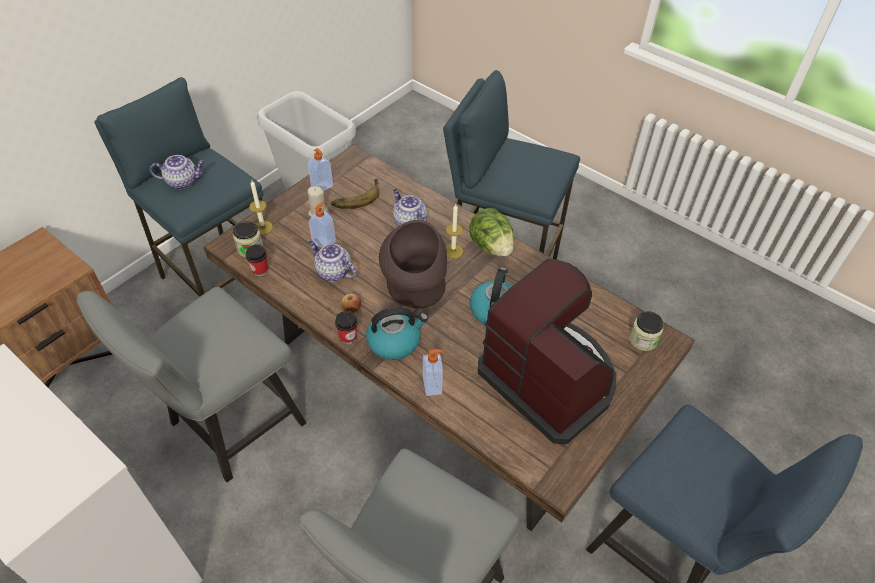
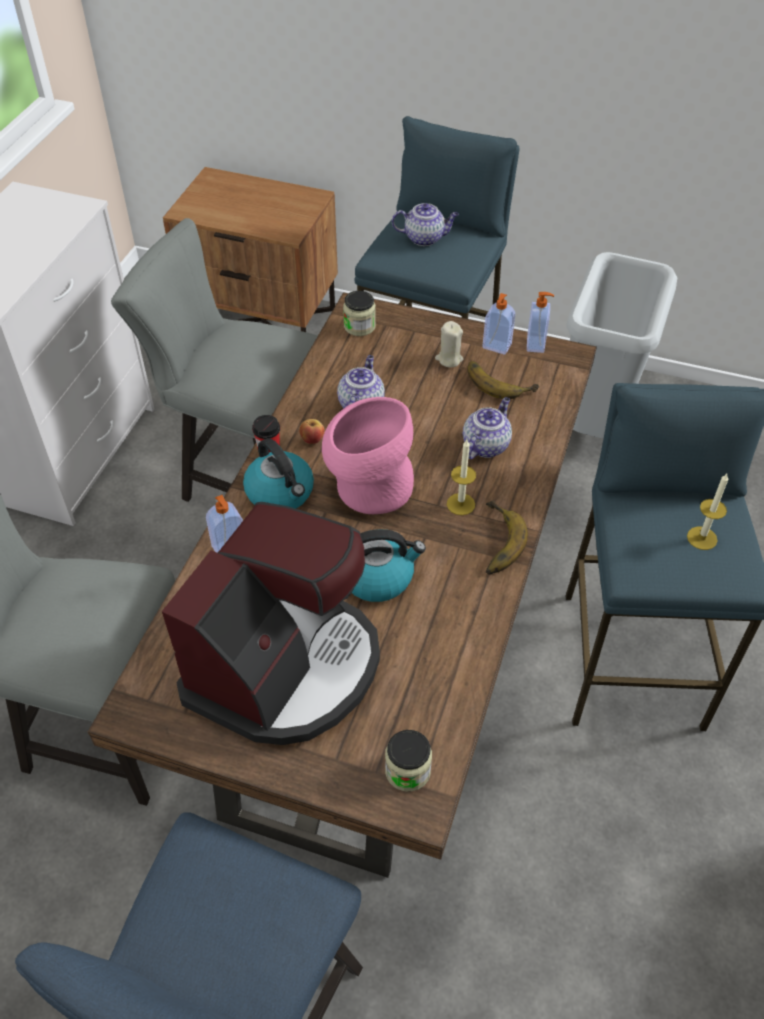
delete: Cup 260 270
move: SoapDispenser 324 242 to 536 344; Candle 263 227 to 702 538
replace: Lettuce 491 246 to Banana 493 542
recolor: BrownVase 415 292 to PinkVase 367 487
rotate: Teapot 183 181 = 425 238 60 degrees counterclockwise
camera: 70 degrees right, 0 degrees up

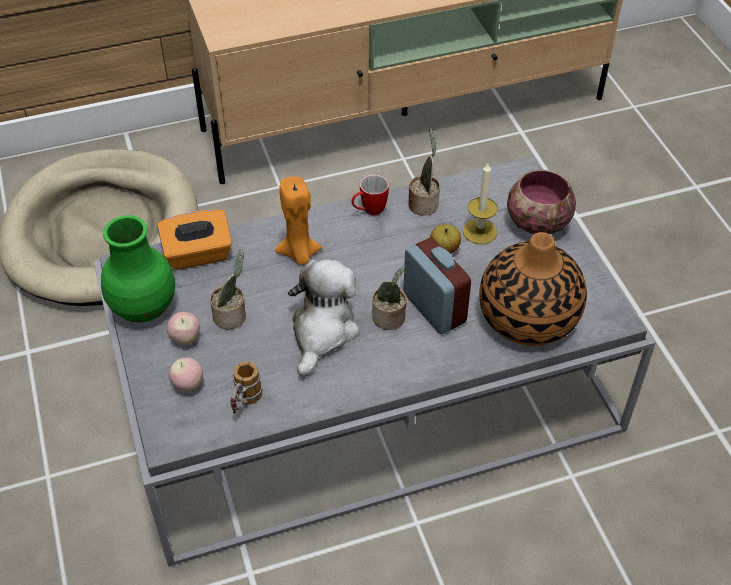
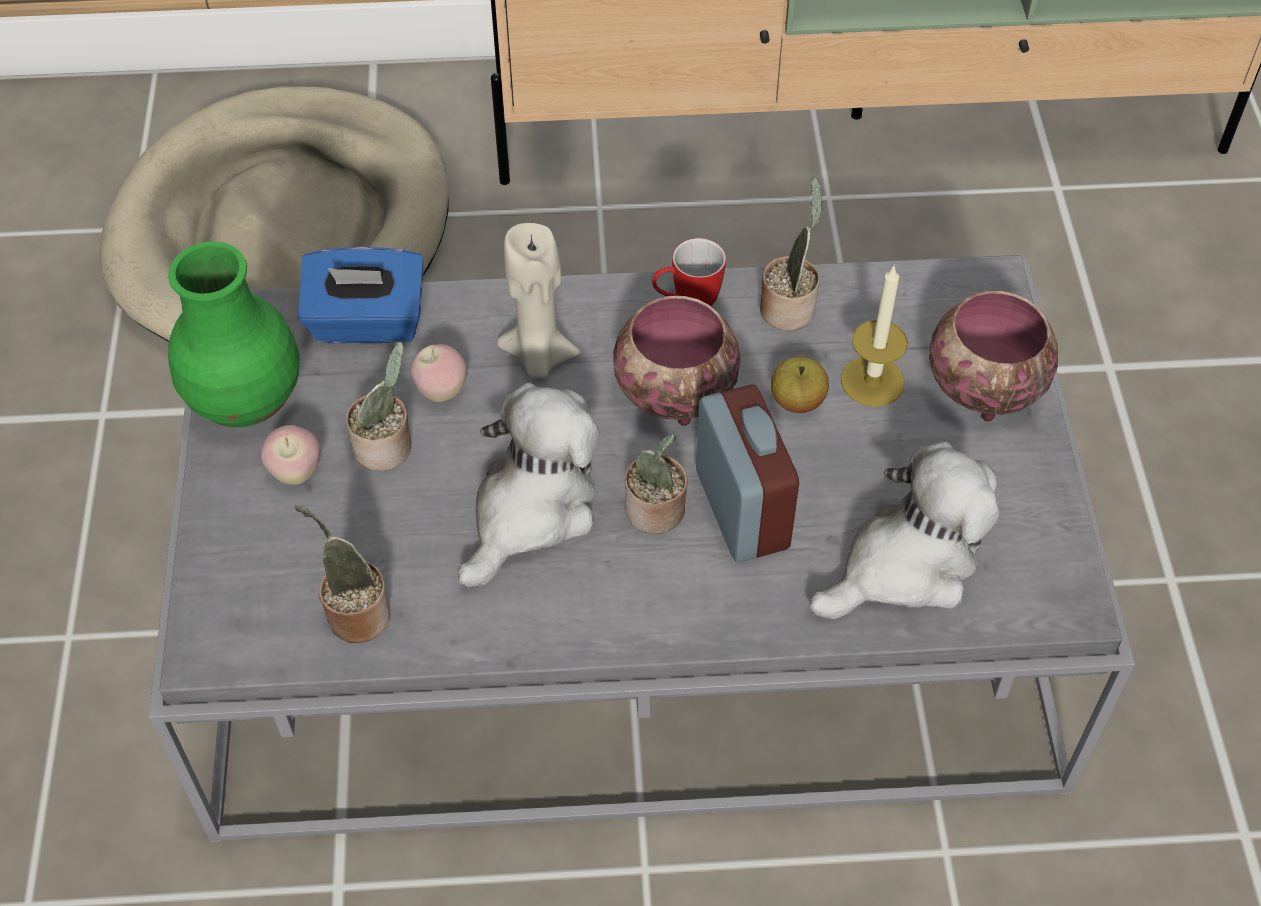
insert: Bowl 672 394
move: Apple 188 385 to 441 391
replace: Mug 244 404 to PottedPlant 354 614; Vase 528 317 to PlushToy 905 564
recolor: OrangeTissueBox 198 255 to BlueTissueBox 367 323; OrangeCandle 299 254 to BeigeCandle 538 357
camera: 15 degrees right, 5 degrees up

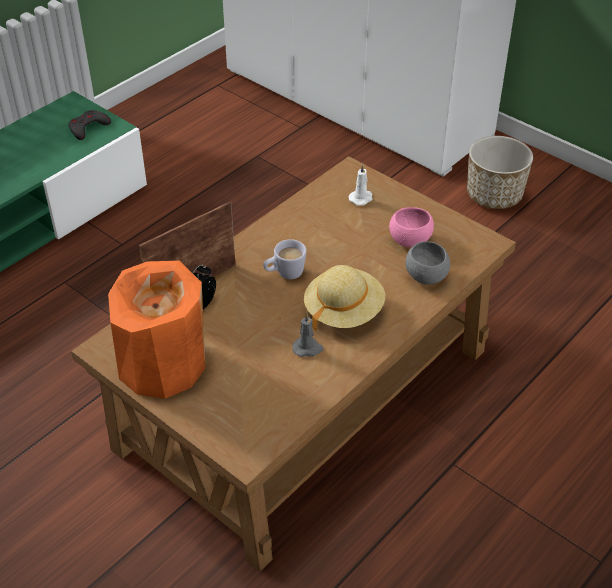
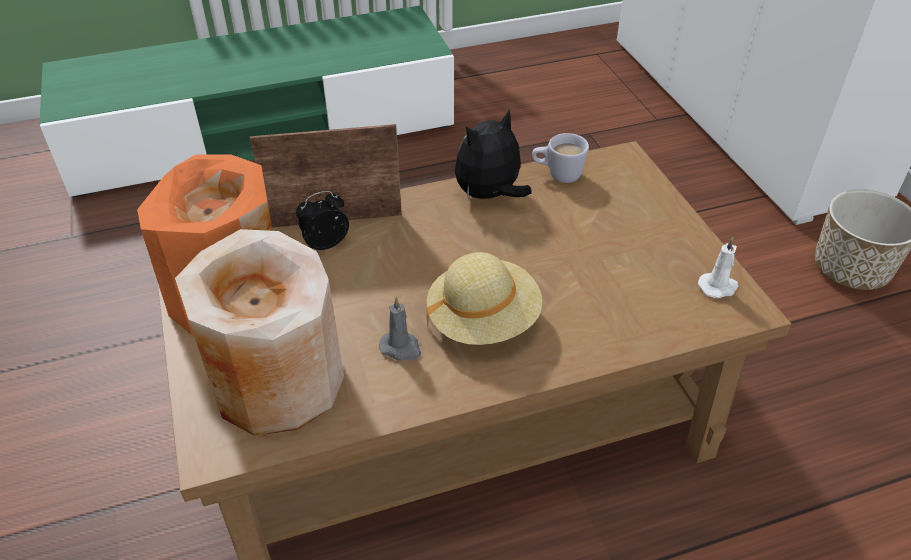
delete: GreyGameController 88 128; PinkBowl 410 241; GreyBowl 426 277
insert: BeigeVase 276 381; PlushToy 489 195
move: WhiteMug 284 274 to 557 175; WhiteCandle 361 198 to 718 287
camera: 30 degrees right, 0 degrees up

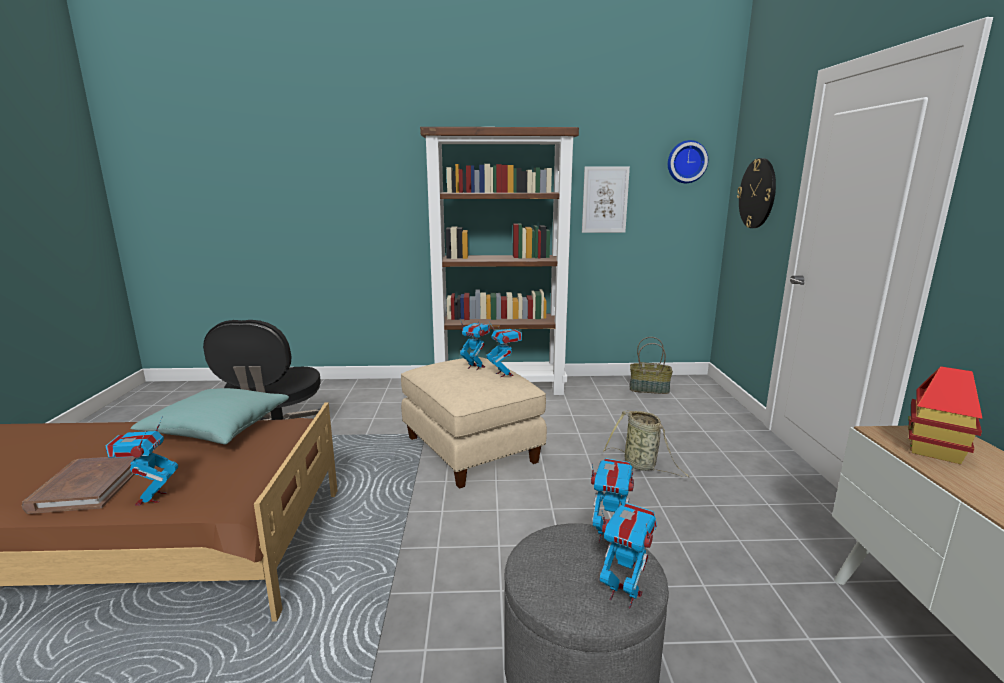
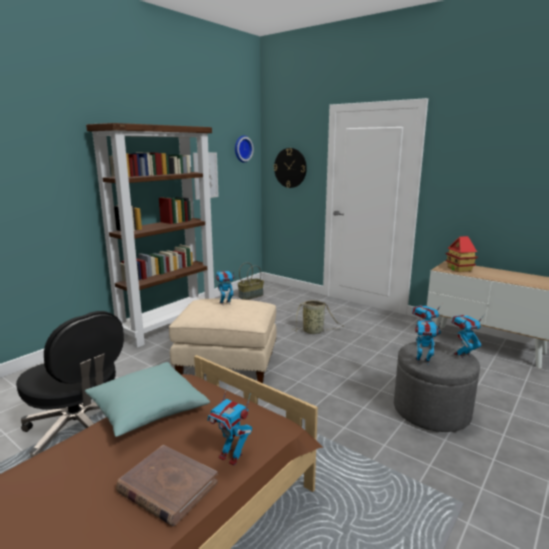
move: ToyRobot 504 374 to 422 361
camera: 50 degrees left, 0 degrees up

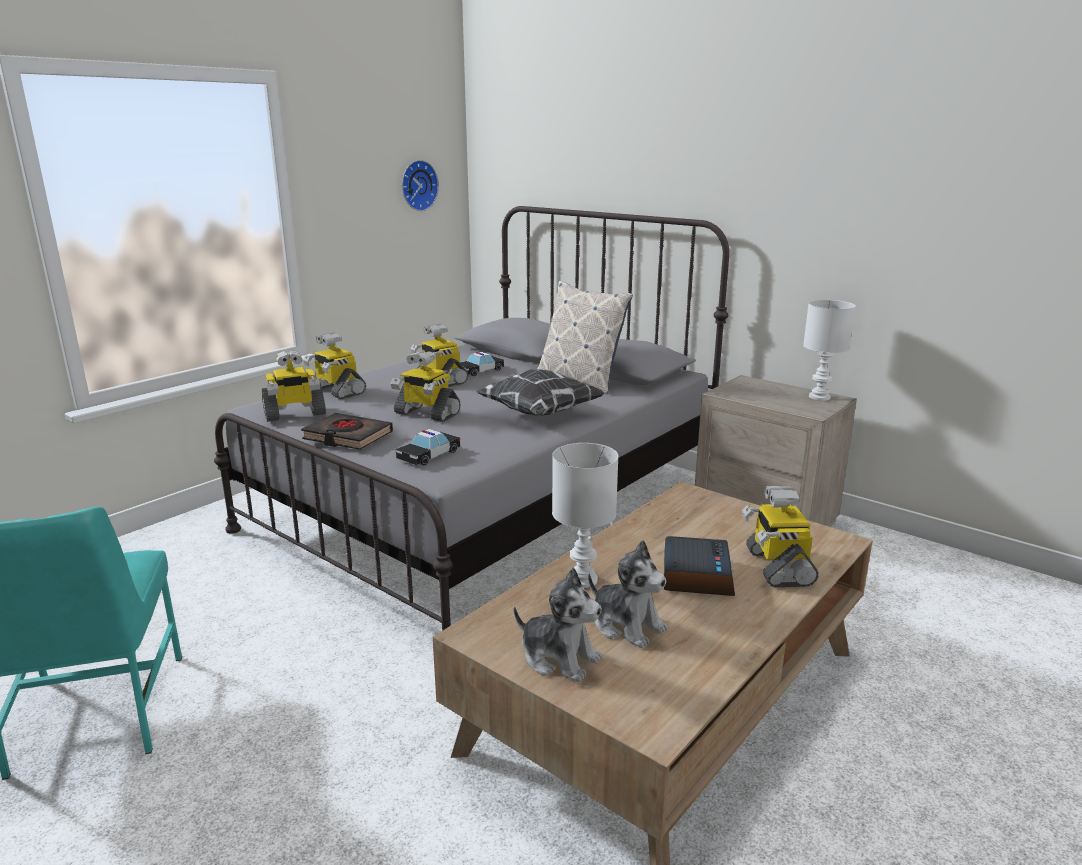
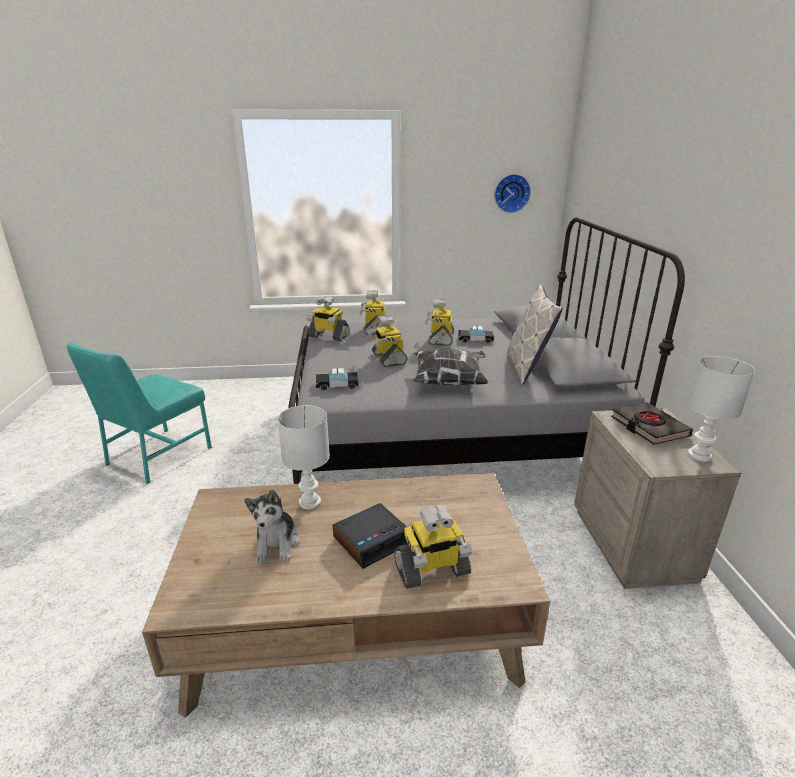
delete: PlushToy 559 658
move: BlackBook 347 437 to 648 427
rotate: ToyRobot 777 566 = 431 570 150 degrees counterclockwise
camera: 45 degrees right, 5 degrees up

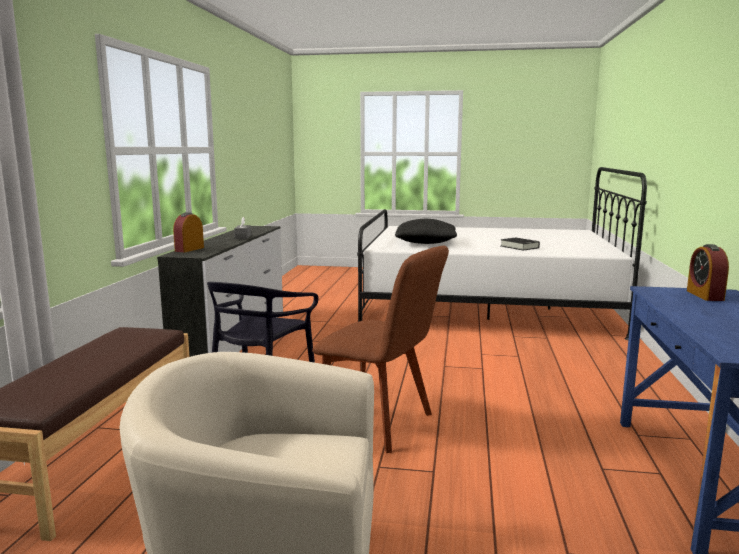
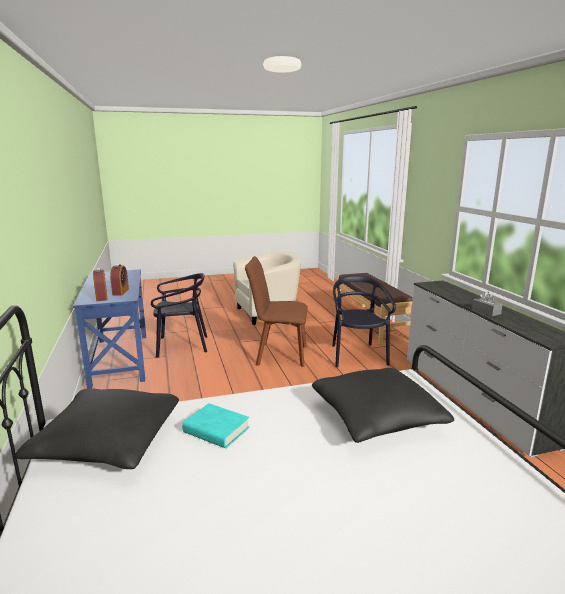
insert: BlackPillow 108 443; BlackChair 182 346
move: AlarmClock 189 249 to 120 292
recolor: BlackBook 519 247 to TurquoiseBook 216 430
camera: 155 degrees right, 5 degrees up

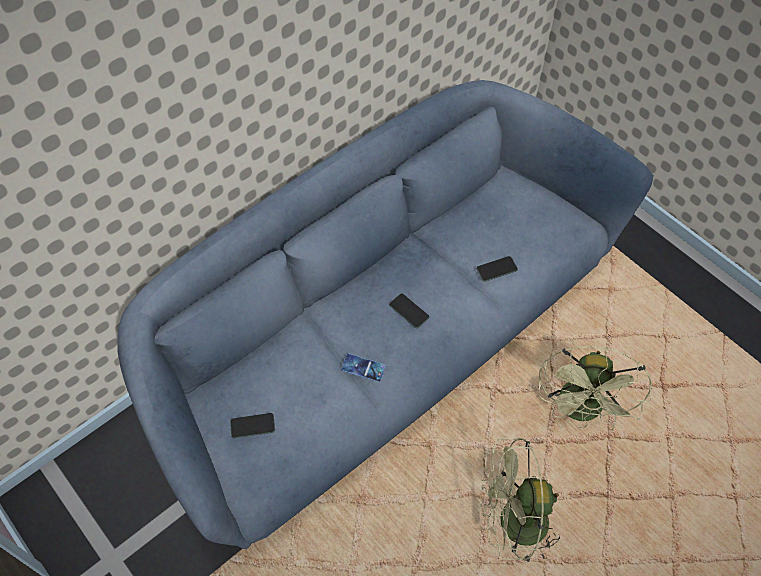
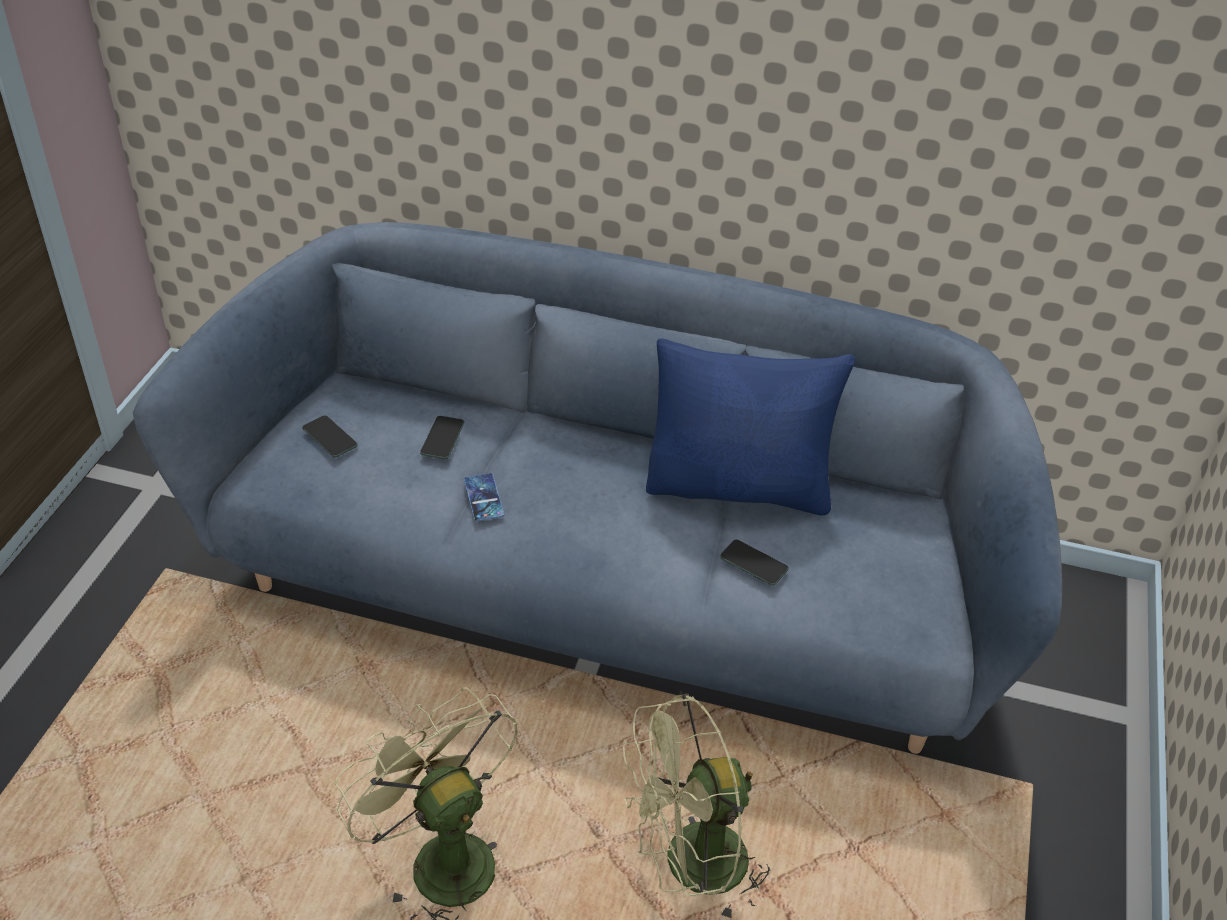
insert: BluePillow 739 486
move: Phone 409 311 to 442 438
camera: 55 degrees right, 15 degrees down

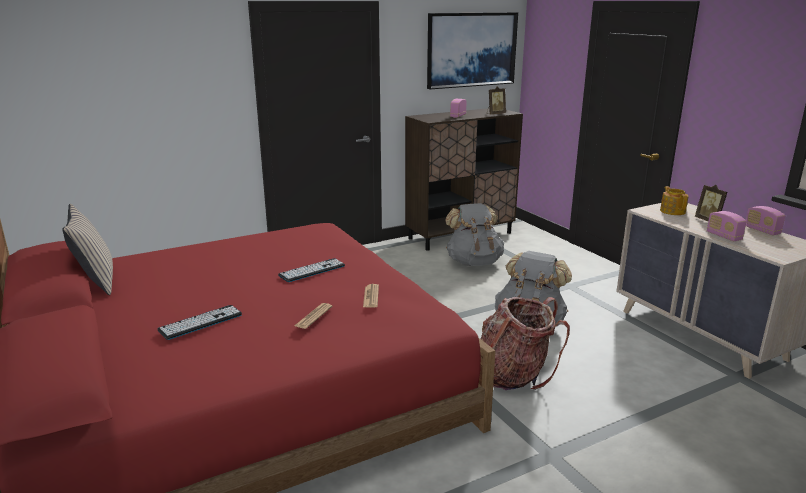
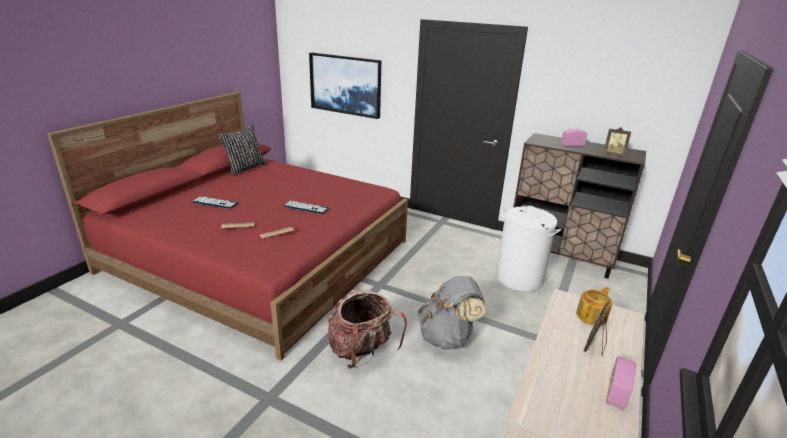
delete: Radio 723 236
move: Picture 471 49 to 345 85
replace: GreyBackpack 473 262 to WhiteLaundryBasket 519 278
recolor: BeigePillow 96 282 to BlackPillow 245 168
camera: 55 degrees right, 5 degrees up

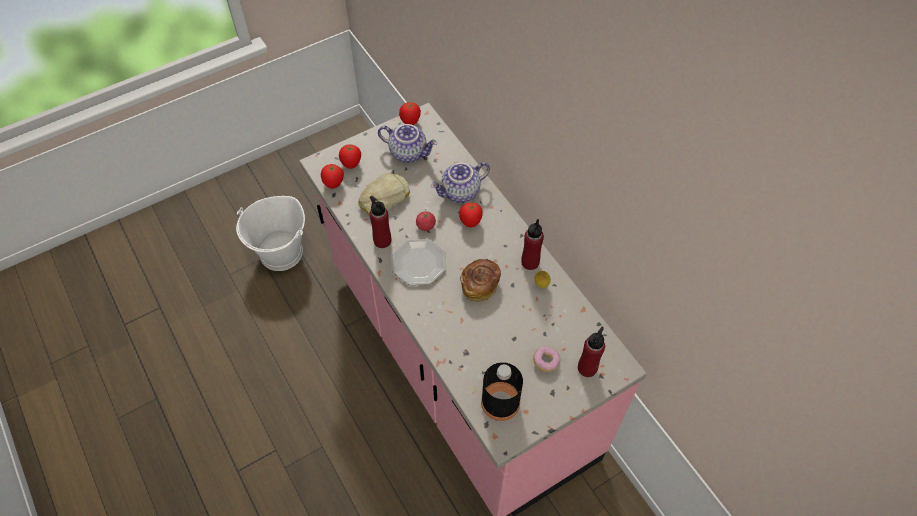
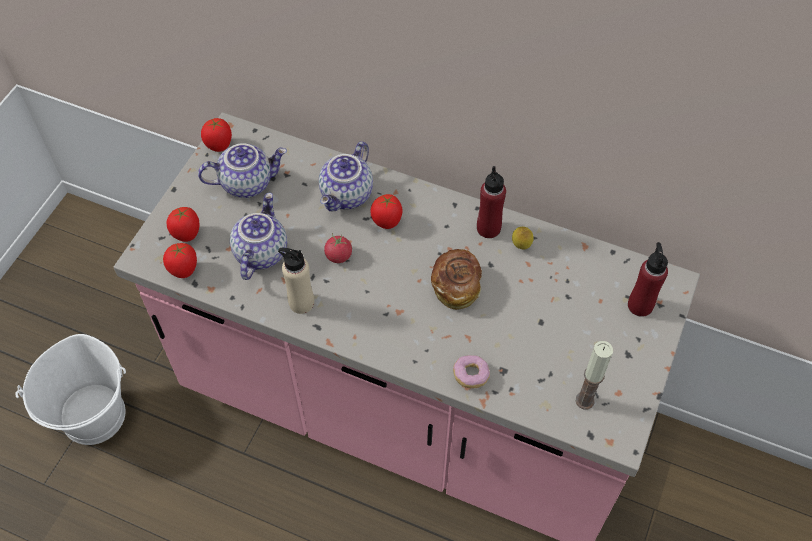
delete: Plate 418 263
move: Donut 546 362 to 471 375
replace: Bread 383 198 to Teapot 260 252; BlackBottle 500 402 to Candle 584 400
recolor: RedBottle 382 240 to BeigeBottle 301 302
camera: 35 degrees left, 0 degrees up

